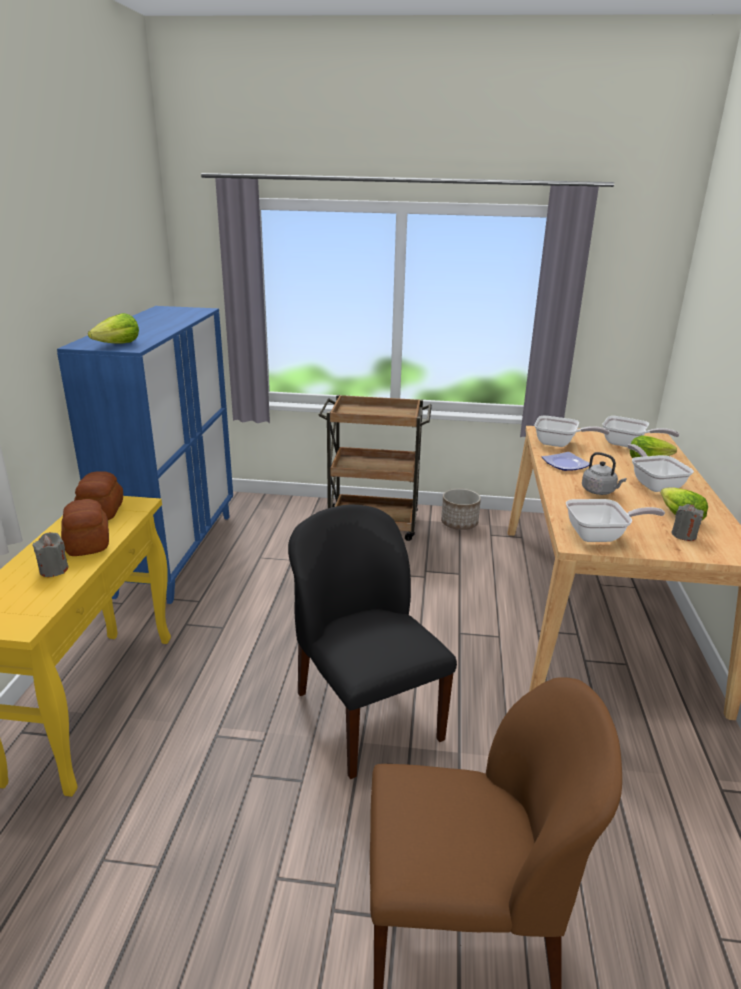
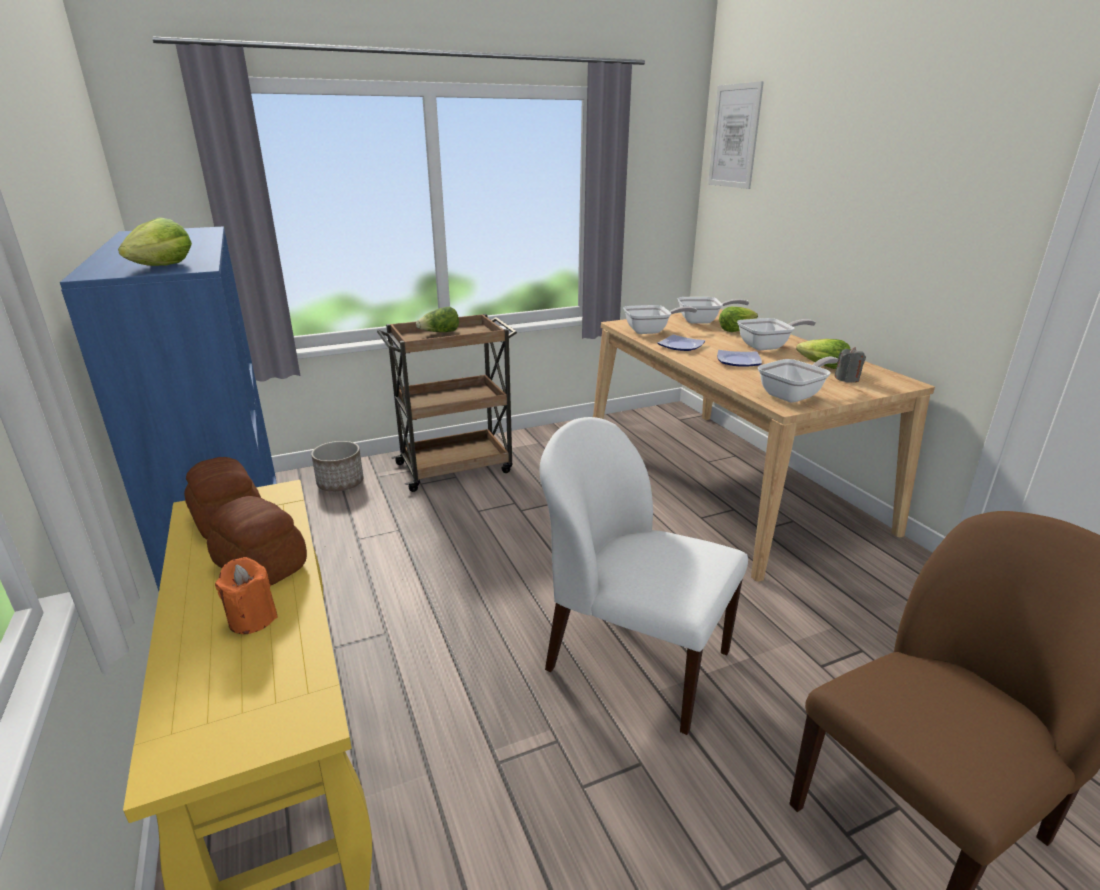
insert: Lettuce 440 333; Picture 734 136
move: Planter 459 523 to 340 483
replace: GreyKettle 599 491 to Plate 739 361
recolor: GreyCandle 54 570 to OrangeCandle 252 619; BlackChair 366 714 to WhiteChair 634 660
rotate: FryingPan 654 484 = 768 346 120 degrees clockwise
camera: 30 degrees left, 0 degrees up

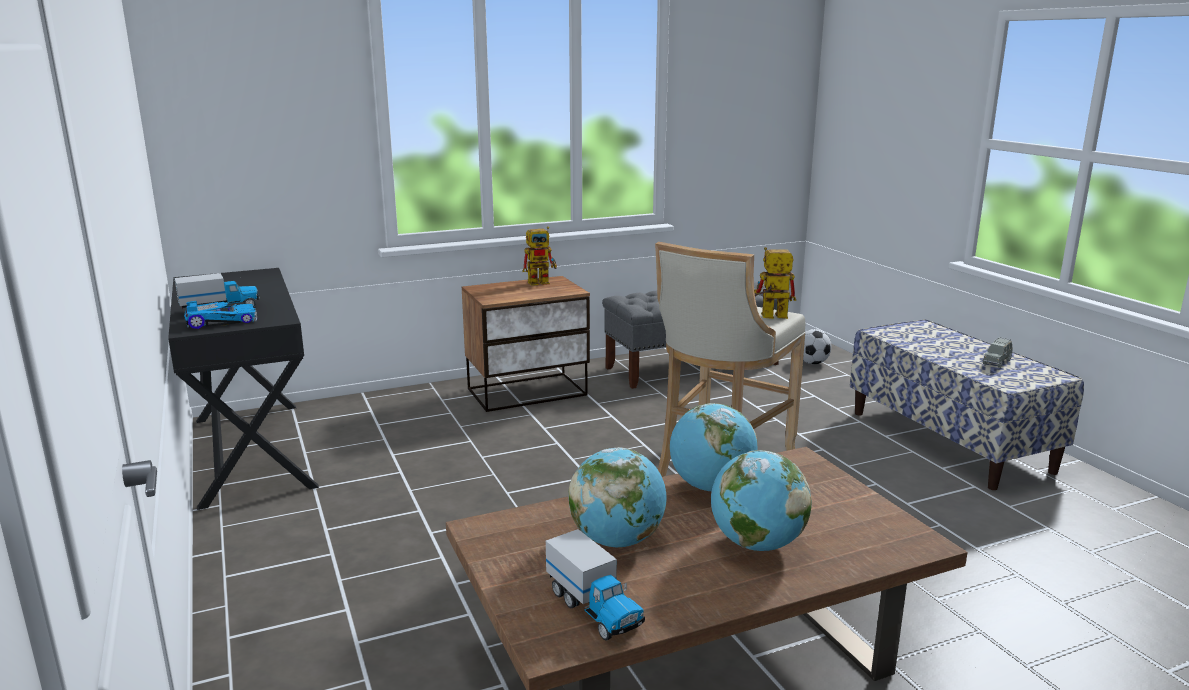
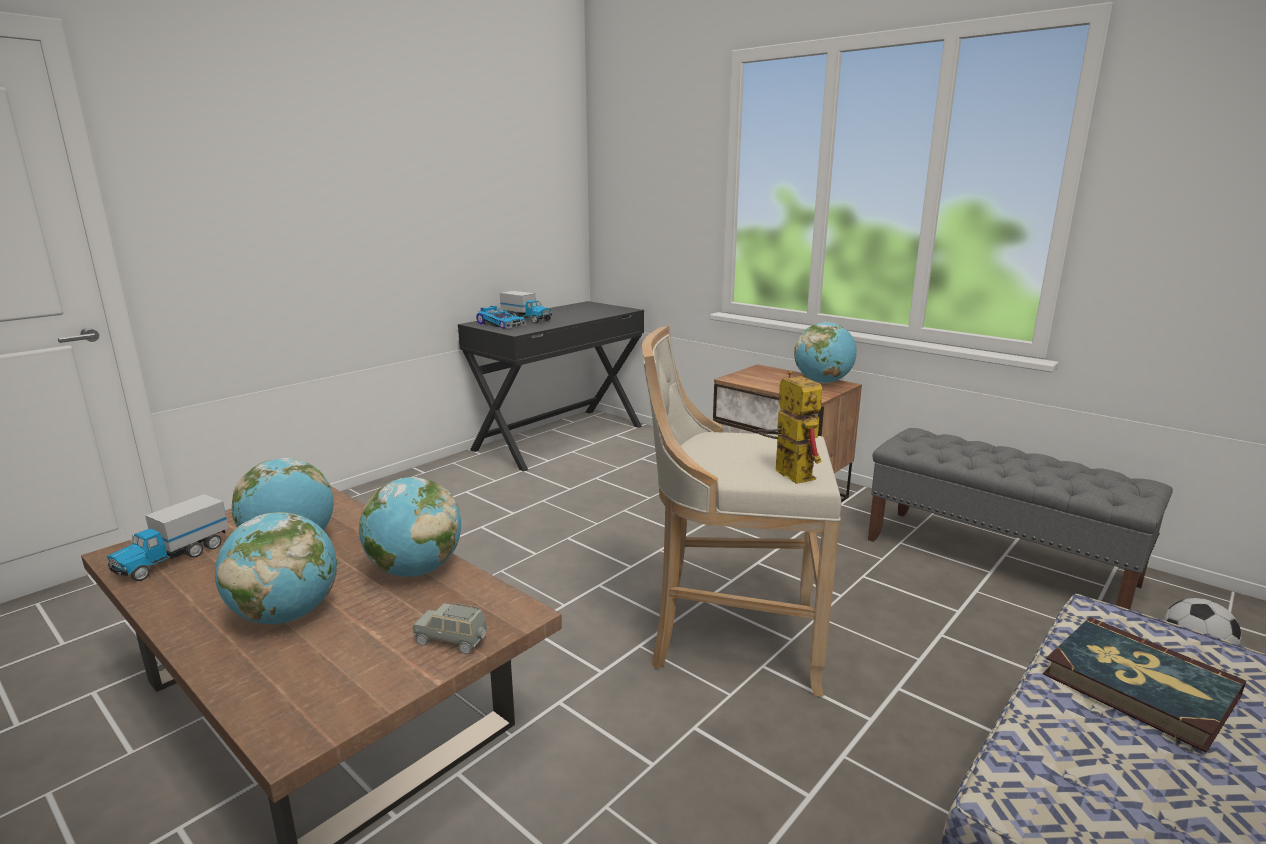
insert: Book 1139 685
move: GreyToyCar 997 362 to 452 641
replace: ToyRobot 542 282 to Globe 823 382
camera: 65 degrees right, 0 degrees up

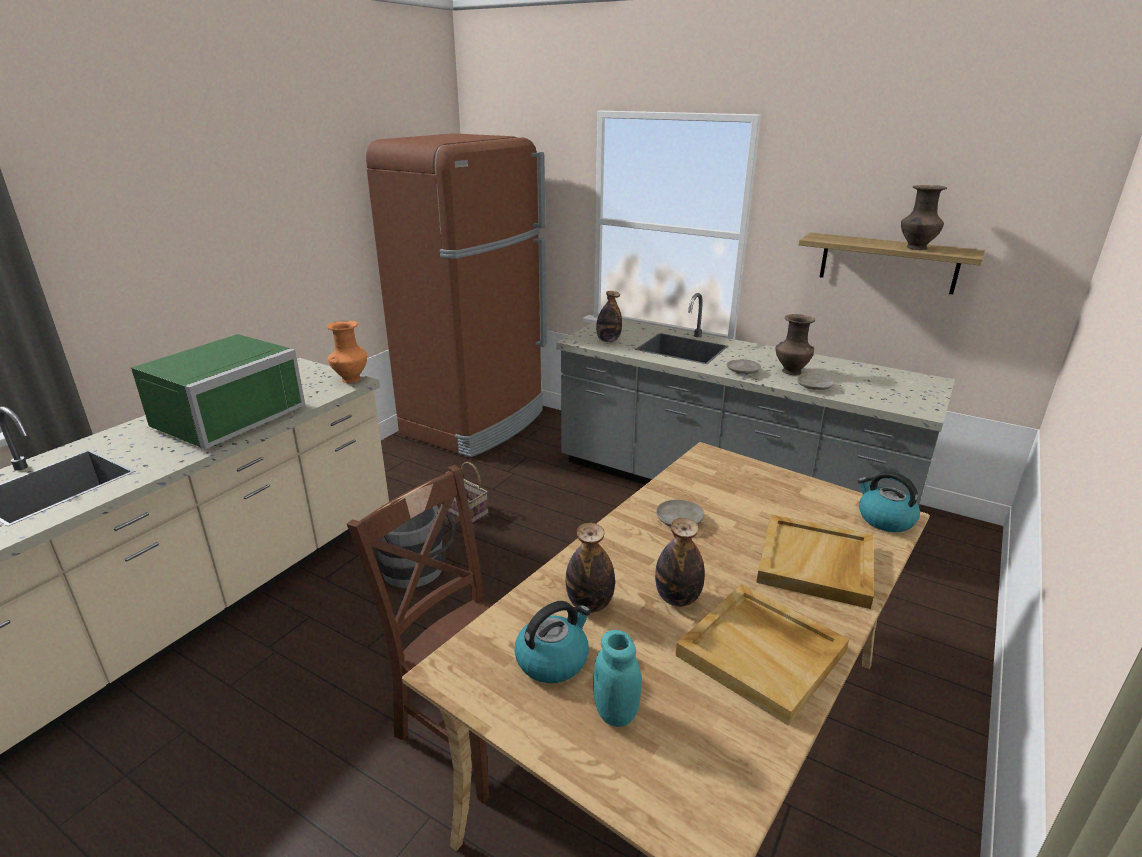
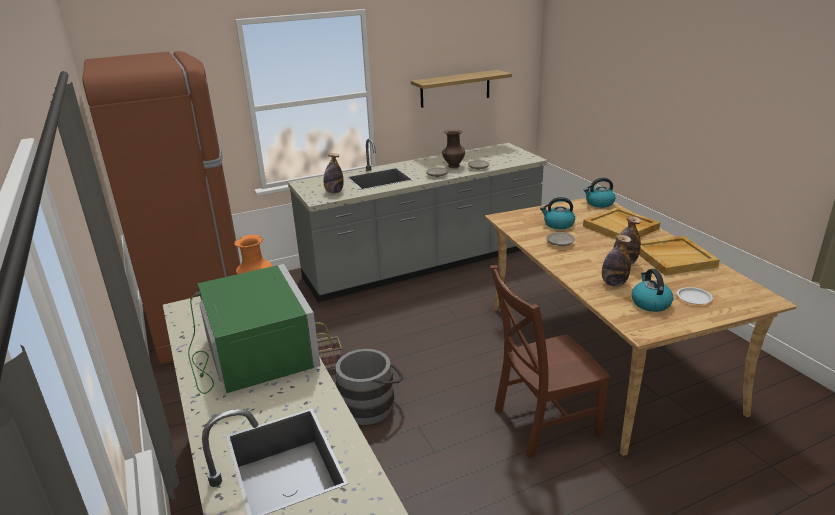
delete: BrownVase 916 248
insert: Kettle 558 224
replace: TurquoiseJar 615 712 to WhitePlate 693 298
camera: 55 degrees left, 0 degrees up

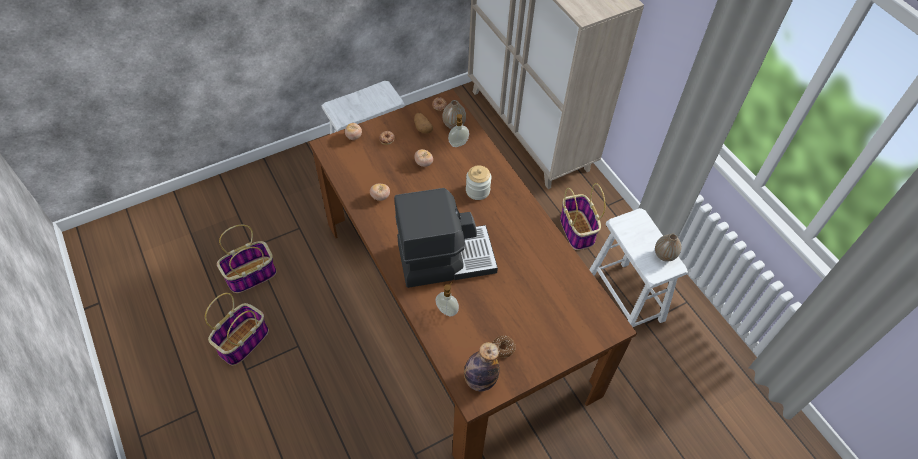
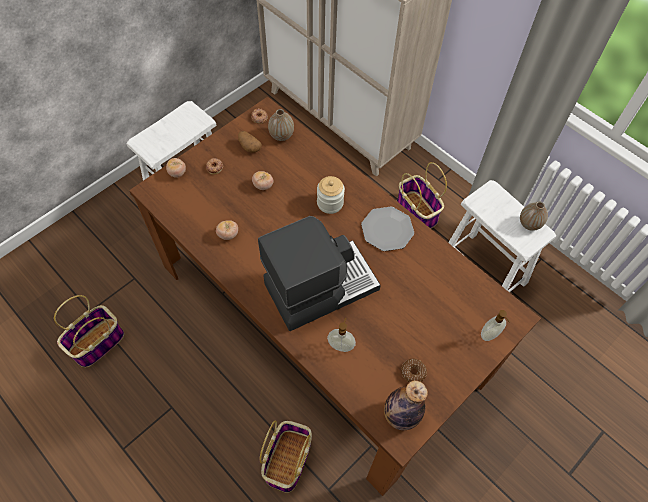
insert: Plate 387 229
move: Basket 243 341 to 288 459; SoapDispenser 458 144 to 490 335
camera: 15 degrees left, 5 degrees up

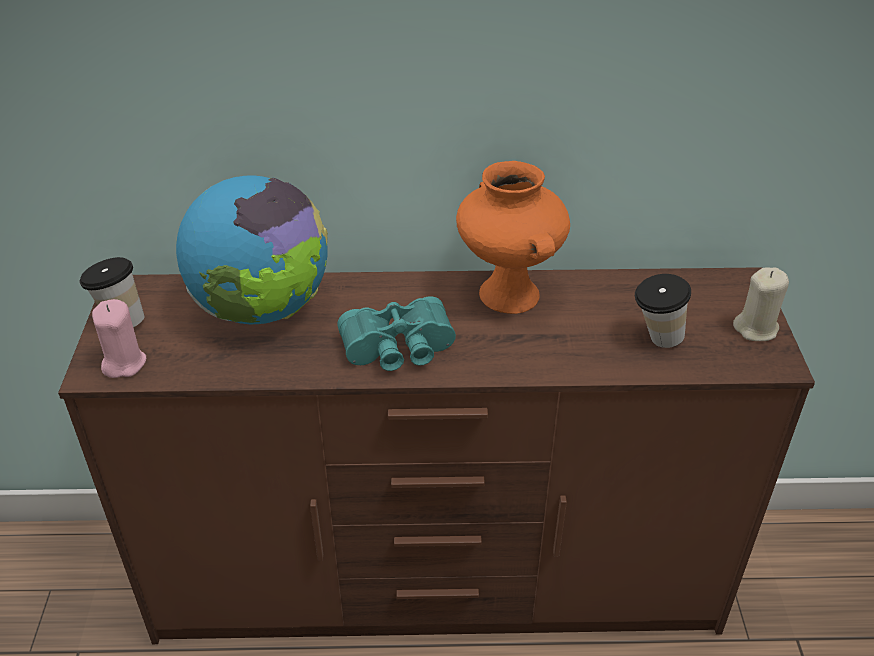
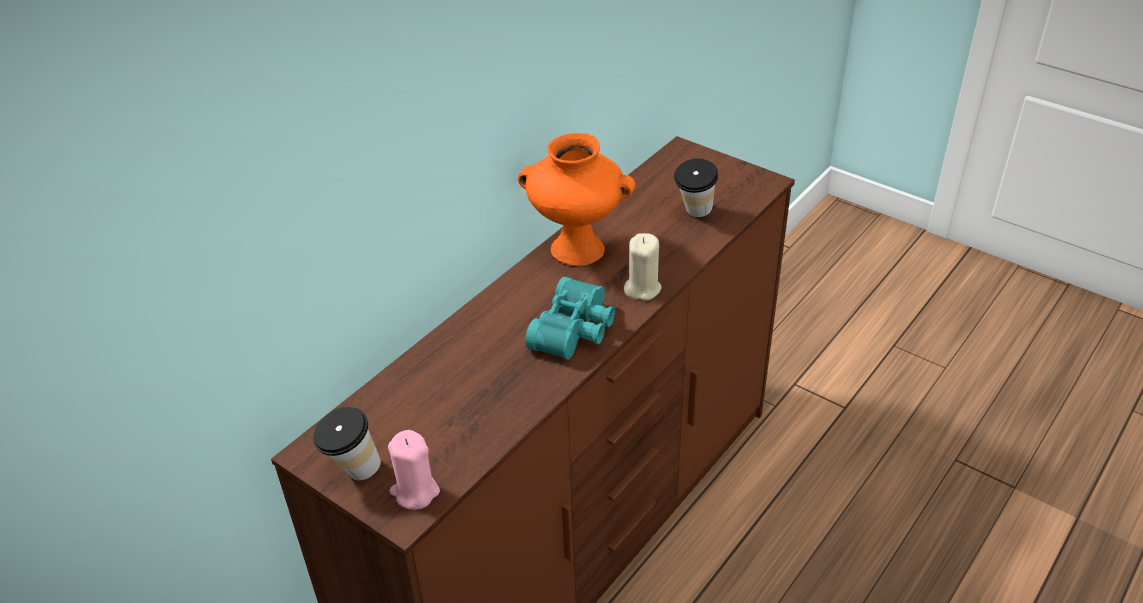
delete: Globe 262 309
move: BeigeCandle 756 328 to 642 288
camera: 50 degrees left, 0 degrees up

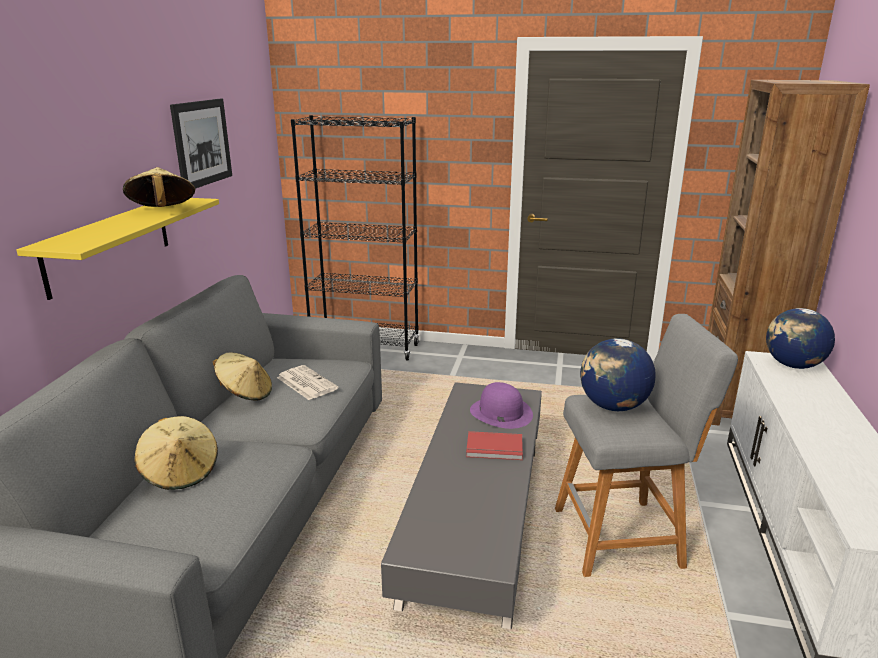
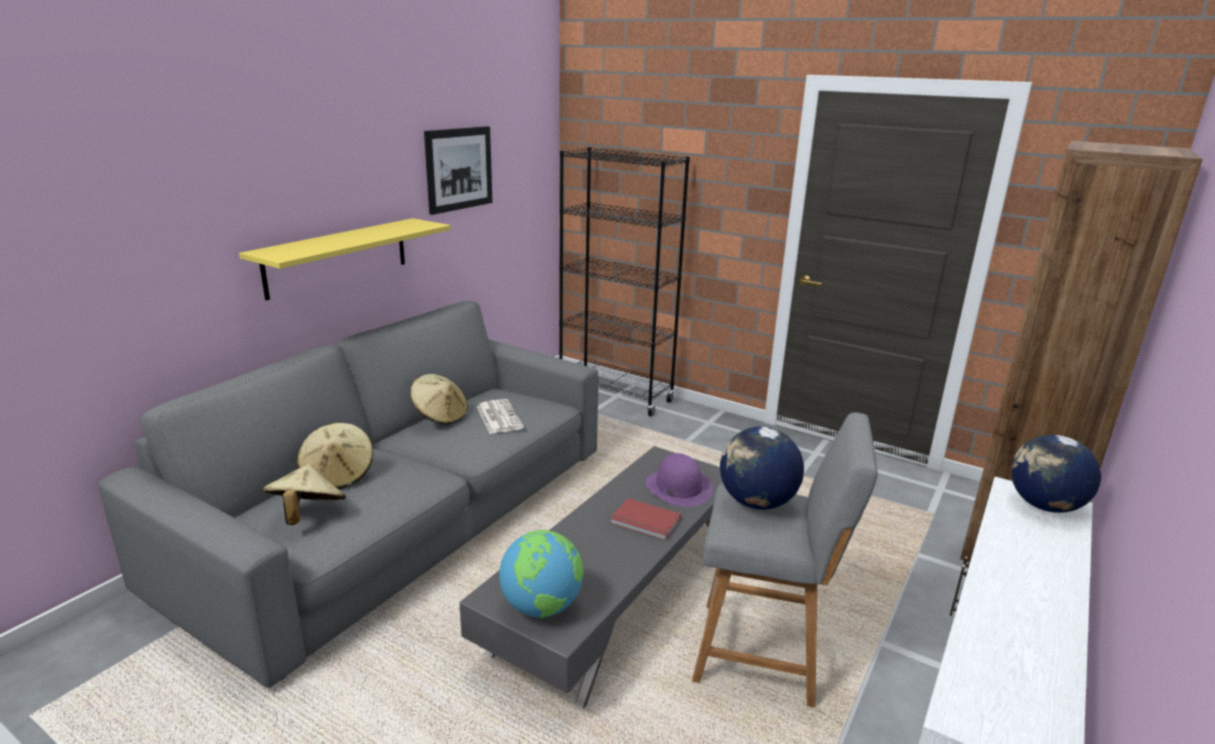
insert: Globe 542 607
move: BeigeHat 162 211 to 306 515
camera: 20 degrees right, 0 degrees up

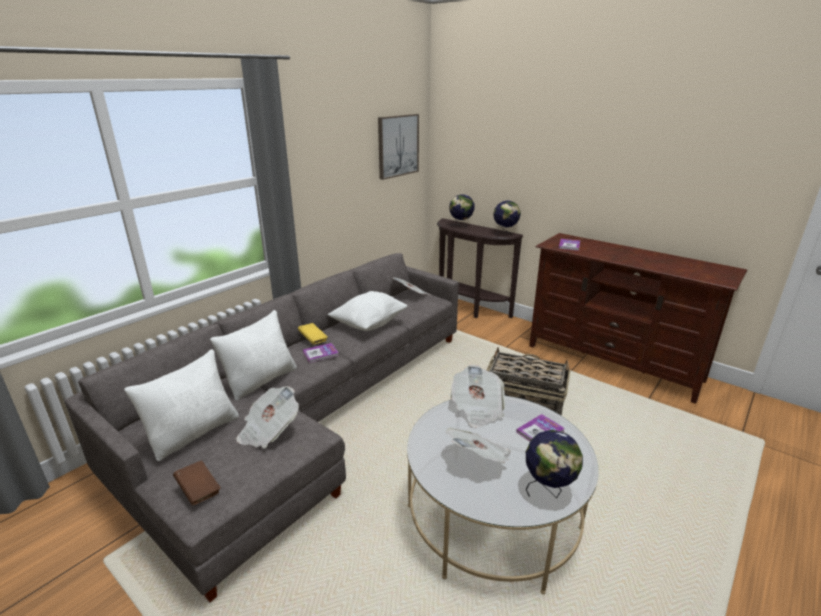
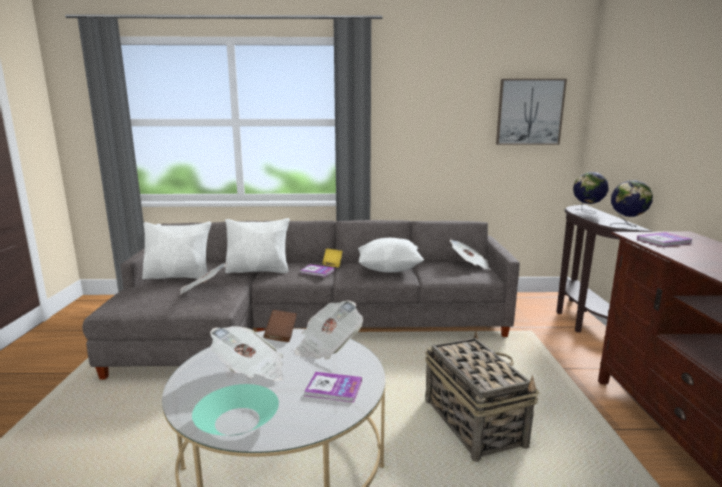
move: BrownBook 199 490 to 281 334
replace: Globe 548 490 to TurquoiseBowl 237 421
camera: 50 degrees right, 10 degrees down

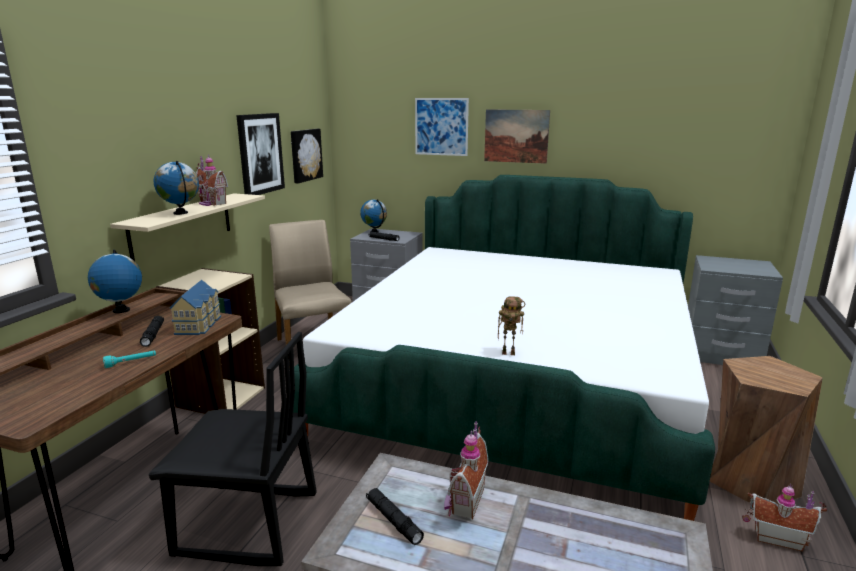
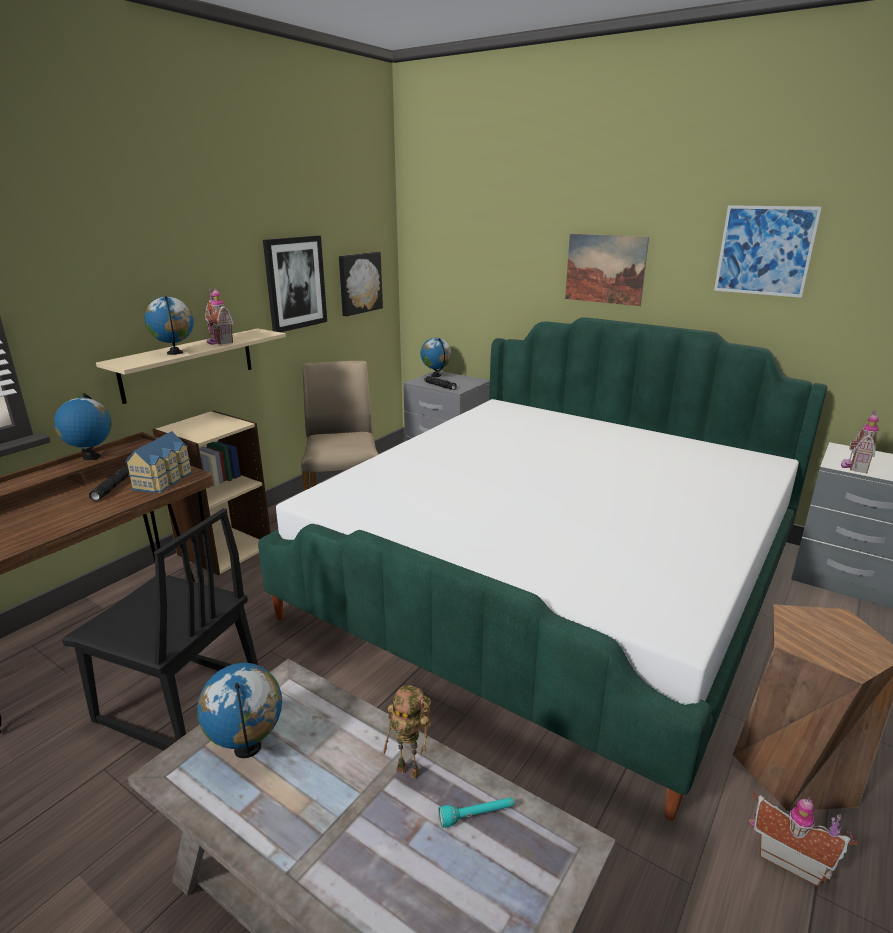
move: ToyRobot 509 353 to 411 770; TurquoiseFlashlight 131 362 to 477 816; Picture 441 126 to 765 251; ToyHouse 463 501 to 855 466
replace: BlackFlashlight 393 520 to Globe 248 749
camera: 15 degrees right, 5 degrees up

